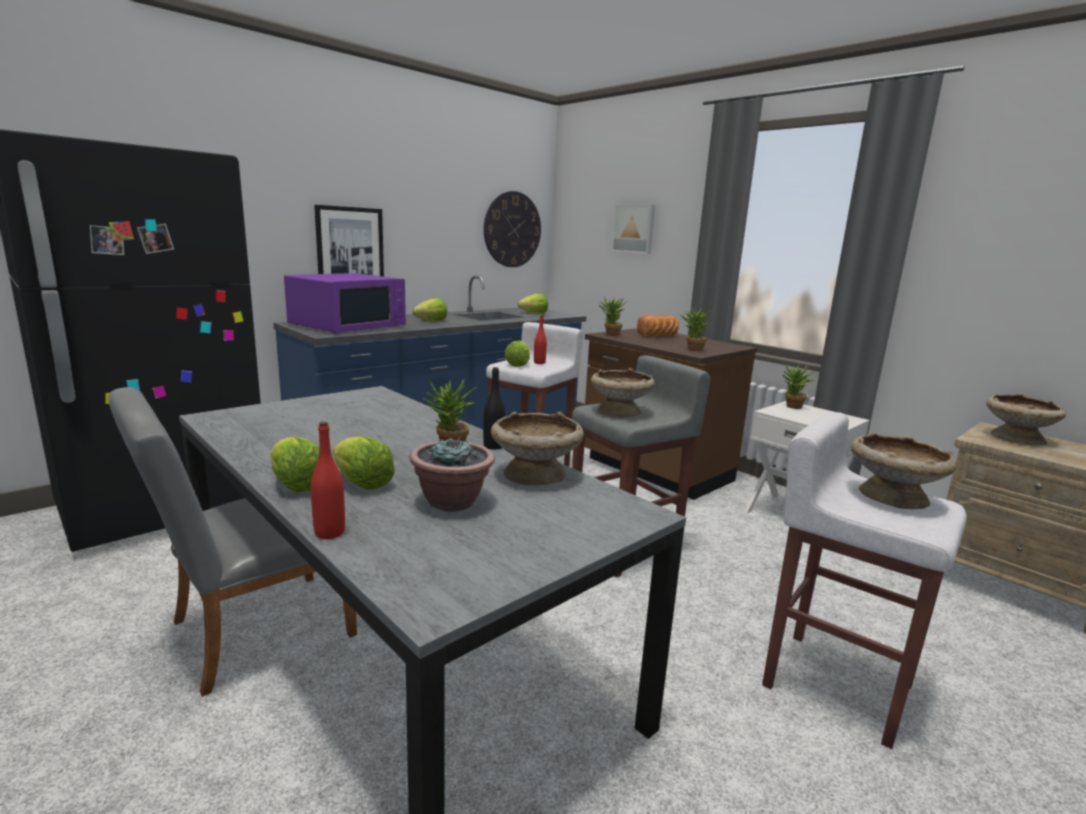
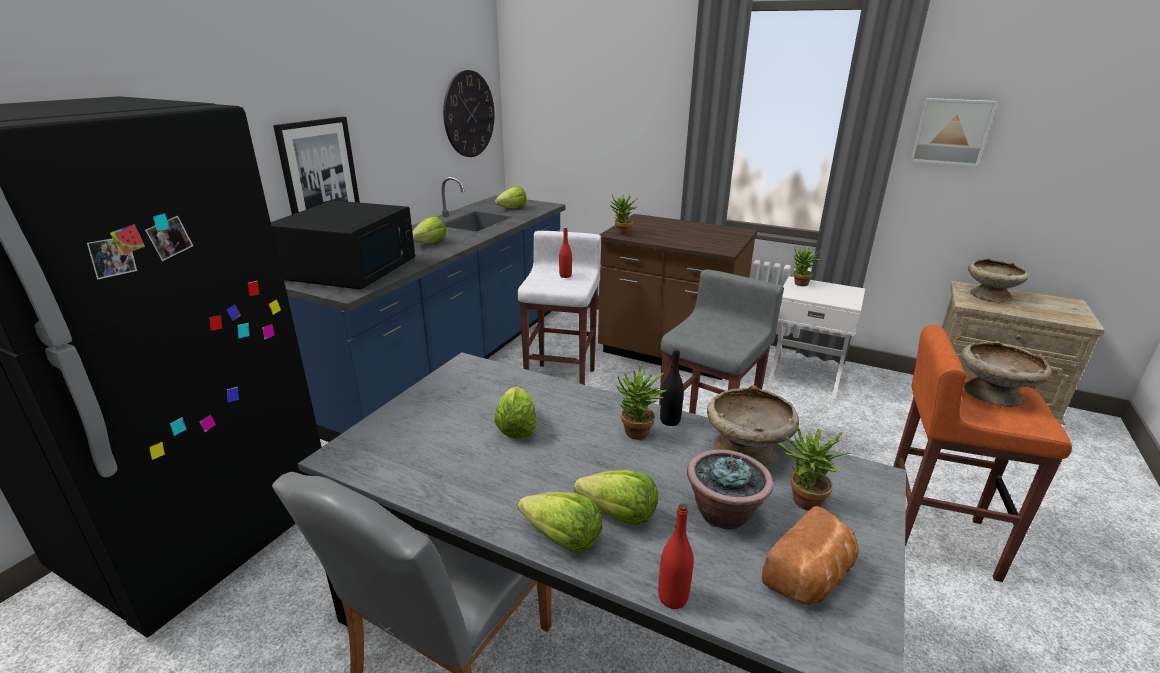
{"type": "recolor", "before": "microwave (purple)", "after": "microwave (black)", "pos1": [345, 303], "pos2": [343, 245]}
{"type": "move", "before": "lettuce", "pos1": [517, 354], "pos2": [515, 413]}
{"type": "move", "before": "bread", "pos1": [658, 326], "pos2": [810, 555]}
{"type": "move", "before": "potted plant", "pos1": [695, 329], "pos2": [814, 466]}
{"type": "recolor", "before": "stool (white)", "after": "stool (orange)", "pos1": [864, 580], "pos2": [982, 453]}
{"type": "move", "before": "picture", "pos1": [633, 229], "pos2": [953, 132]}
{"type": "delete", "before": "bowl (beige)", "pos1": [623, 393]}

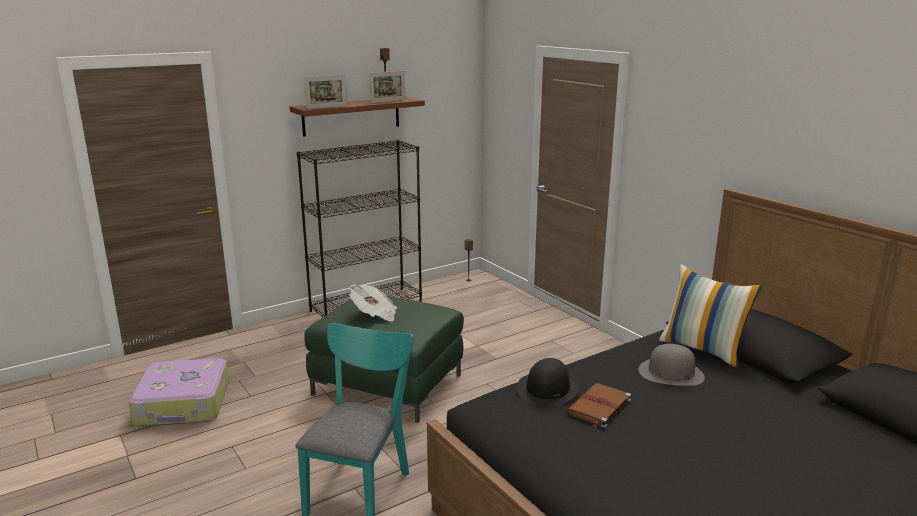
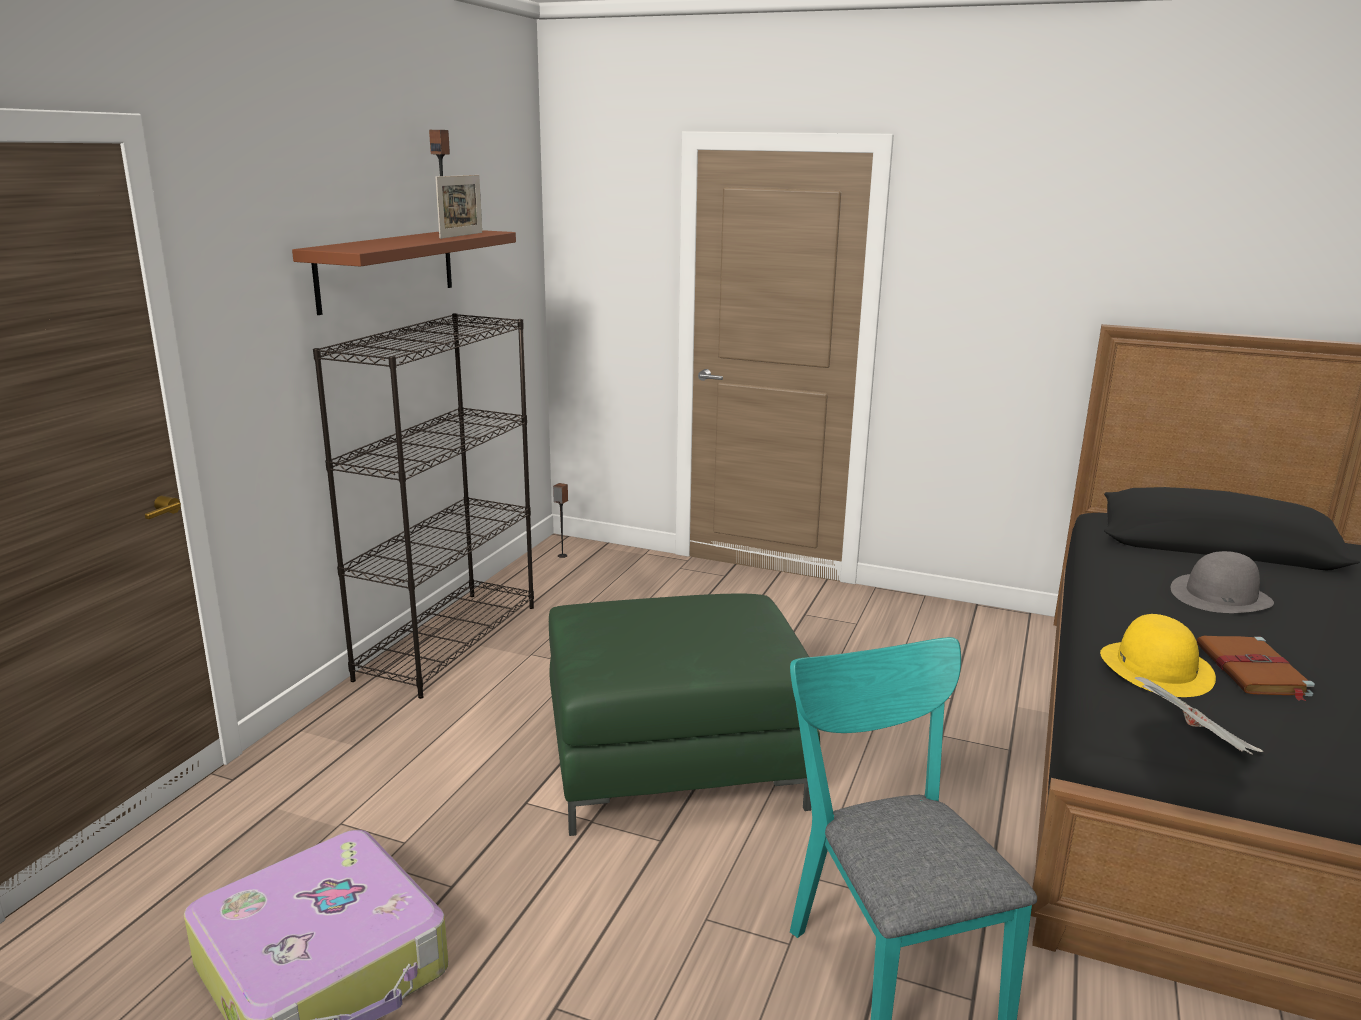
{"type": "recolor", "before": "hat (black)", "after": "hat (yellow)", "pos1": [548, 382], "pos2": [1158, 655]}
{"type": "move", "before": "newspaper", "pos1": [373, 303], "pos2": [1199, 716]}
{"type": "delete", "before": "picture frame", "pos1": [325, 92]}
{"type": "delete", "before": "pillow", "pos1": [710, 316]}

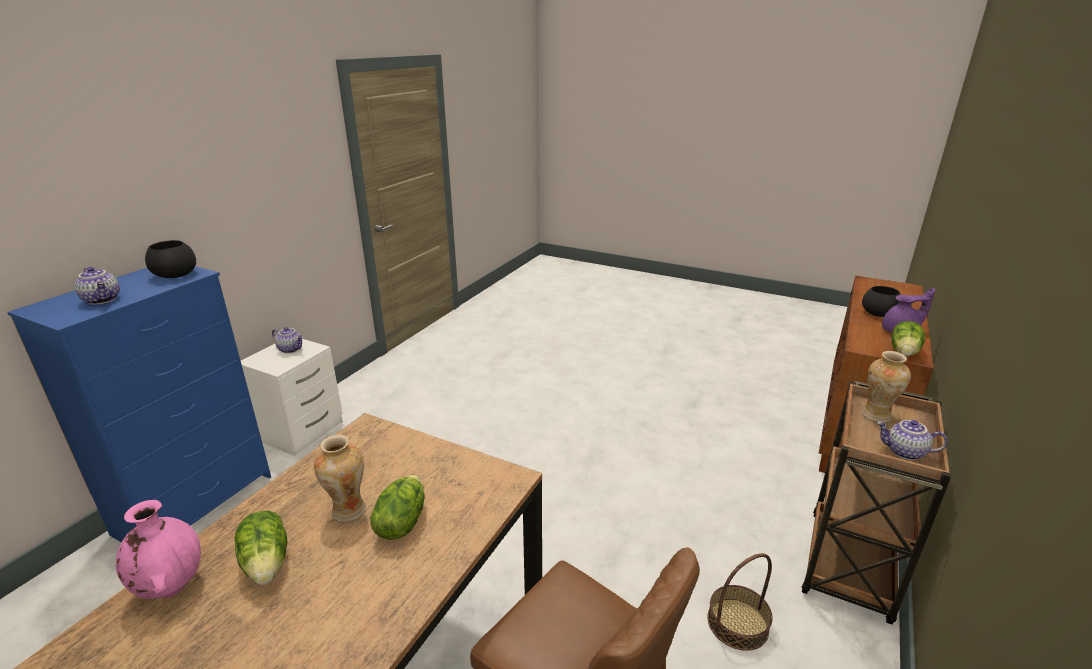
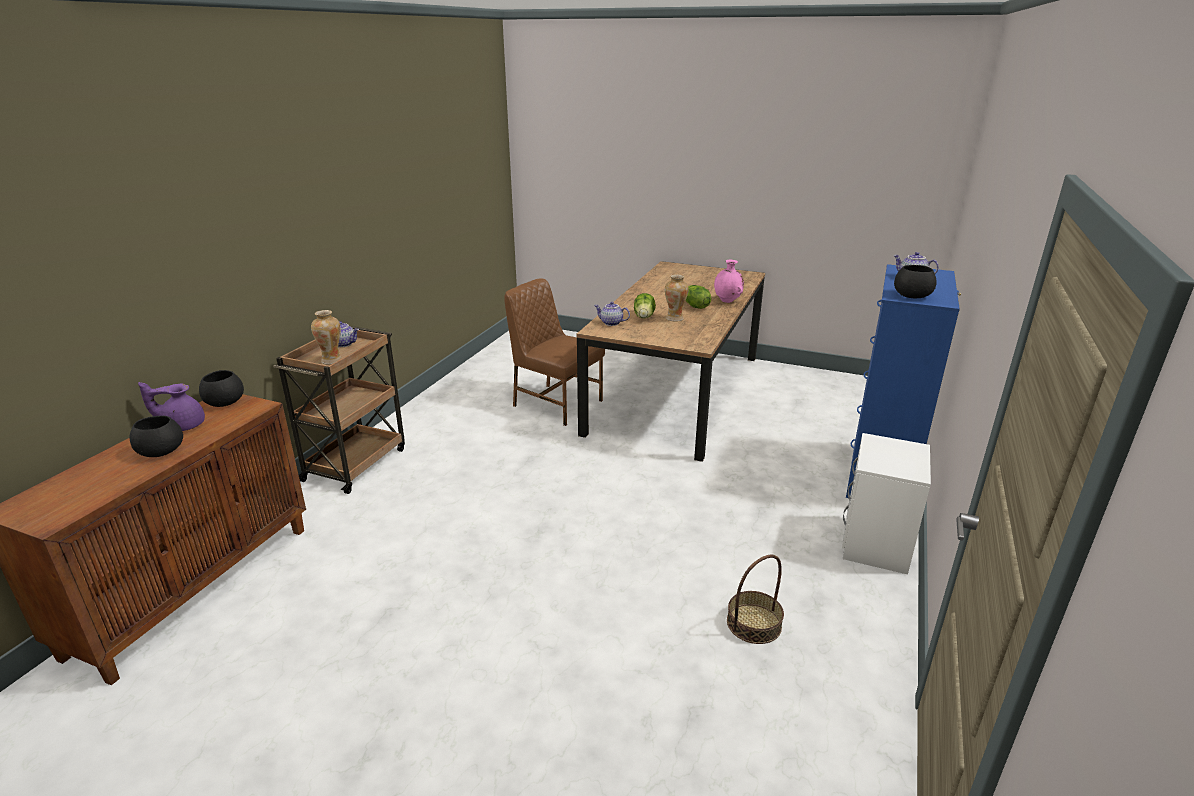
{"type": "replace", "before": "lettuce", "after": "bowl (black)", "pos1": [908, 338], "pos2": [221, 388]}
{"type": "move", "before": "teapot", "pos1": [287, 340], "pos2": [612, 314]}
{"type": "move", "before": "basket", "pos1": [739, 602], "pos2": [755, 599]}

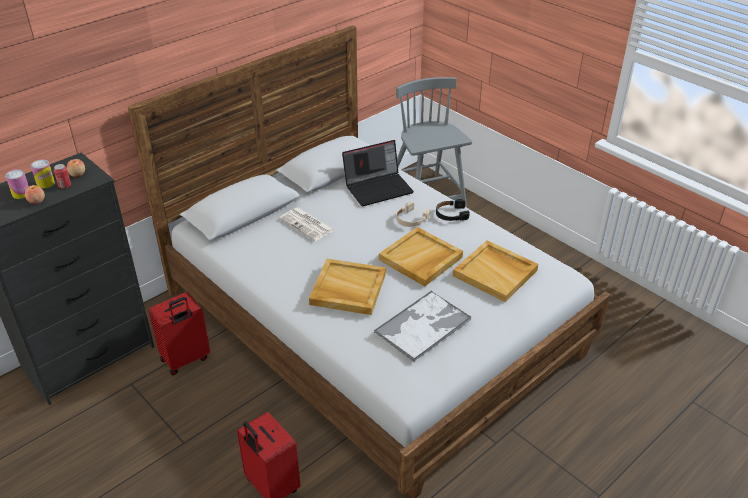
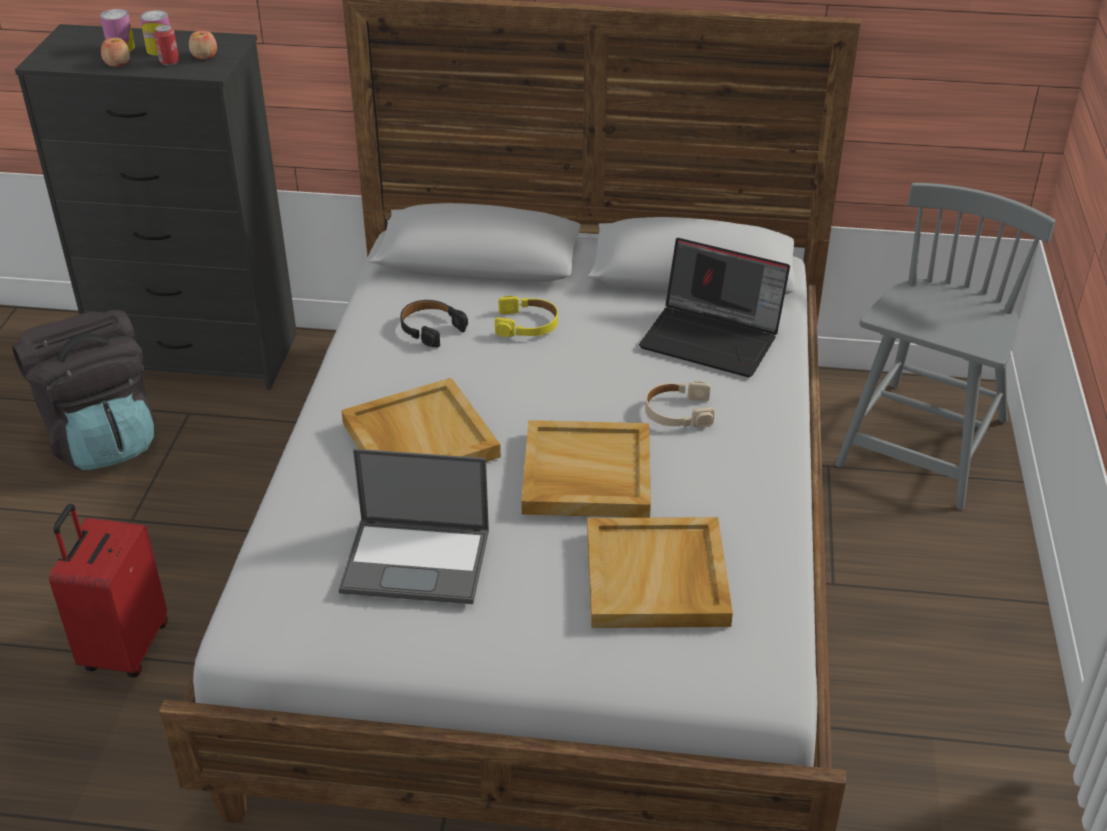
{"type": "insert", "after": "backpack (black)", "pos2": [84, 390]}
{"type": "replace", "before": "tray", "after": "laptop", "pos1": [423, 326], "pos2": [414, 526]}
{"type": "move", "before": "headphones (black)", "pos1": [452, 210], "pos2": [434, 324]}
{"type": "replace", "before": "newspaper", "after": "headphones (yellow)", "pos1": [307, 224], "pos2": [526, 316]}
{"type": "delete", "before": "suitcase (red)", "pos1": [179, 333]}

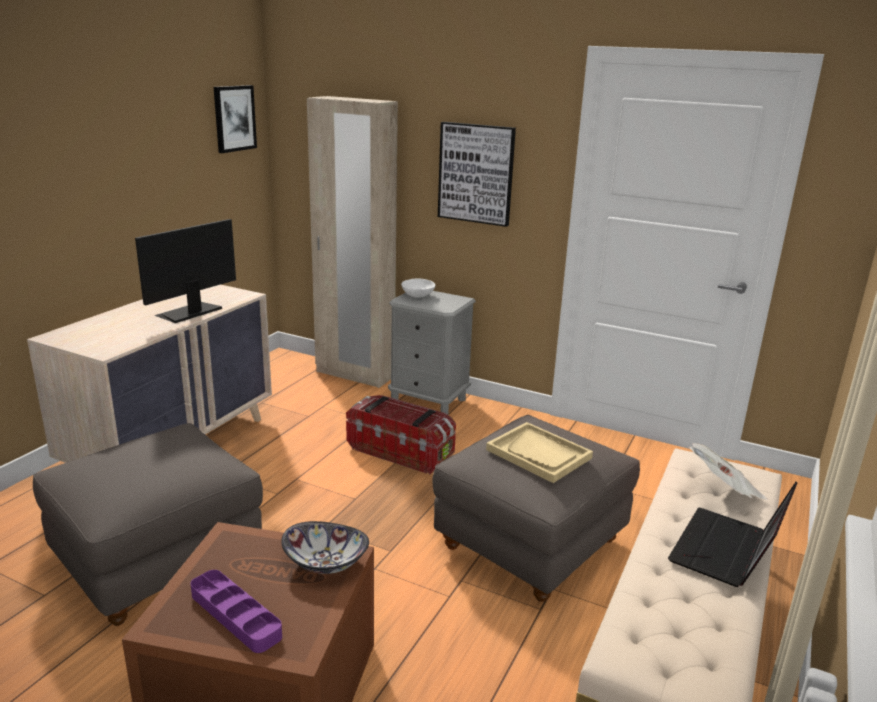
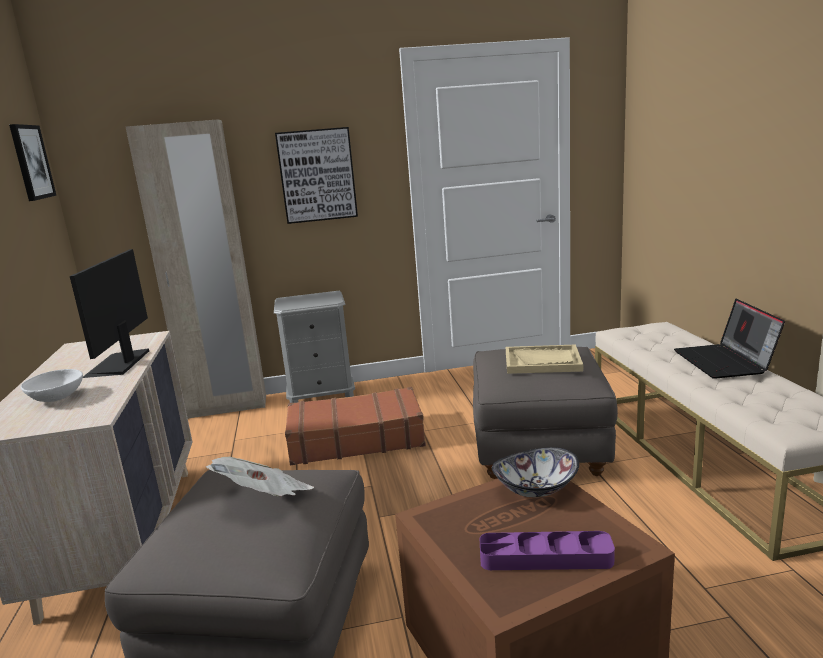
{"type": "move", "before": "bowl (white)", "pos1": [418, 288], "pos2": [52, 385]}
{"type": "move", "before": "newspaper", "pos1": [728, 471], "pos2": [260, 476]}
{"type": "replace", "before": "storage box", "after": "suitcase (brown)", "pos1": [401, 434], "pos2": [355, 426]}

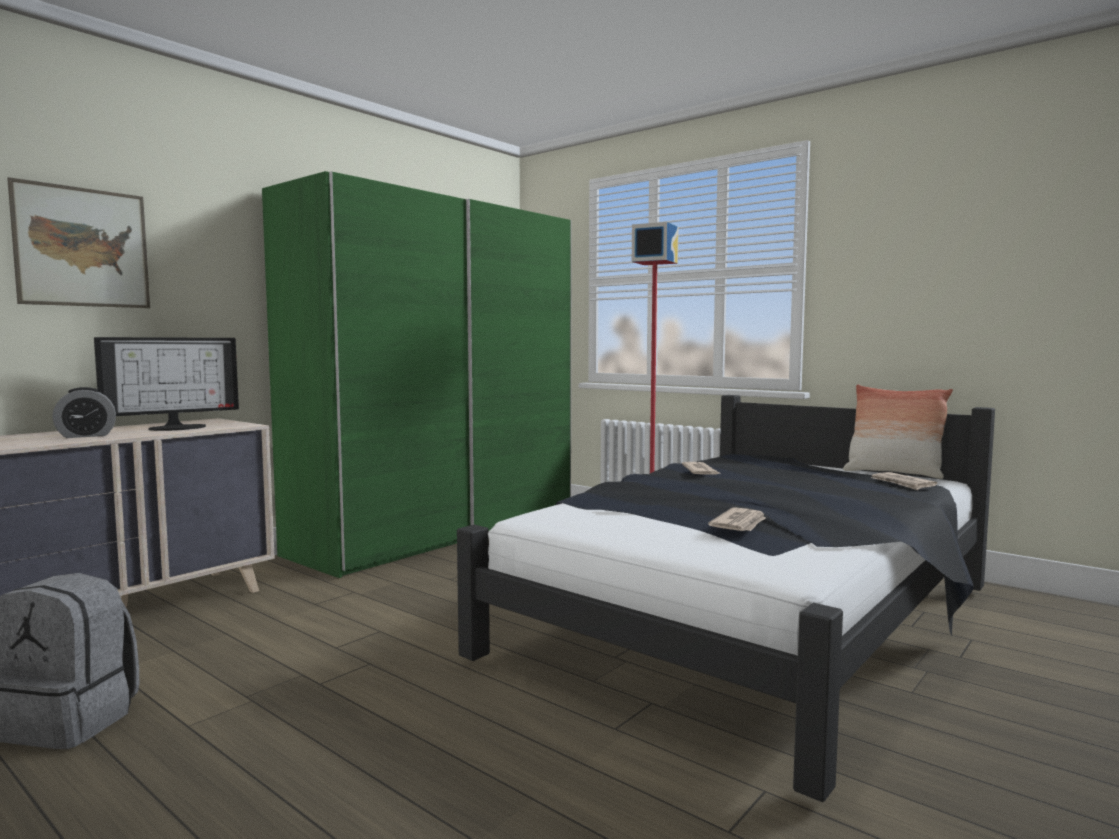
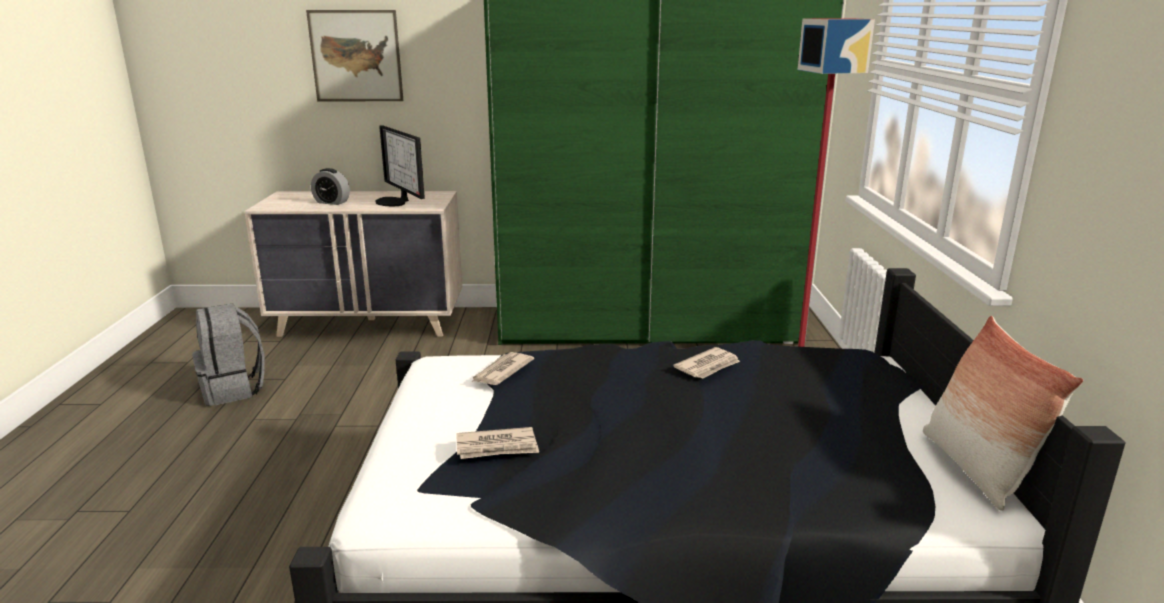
{"type": "rotate", "before": "monitor", "pos1": [166, 384], "pos2": [400, 165], "turn": 45}
{"type": "move", "before": "newspaper", "pos1": [904, 481], "pos2": [502, 368]}

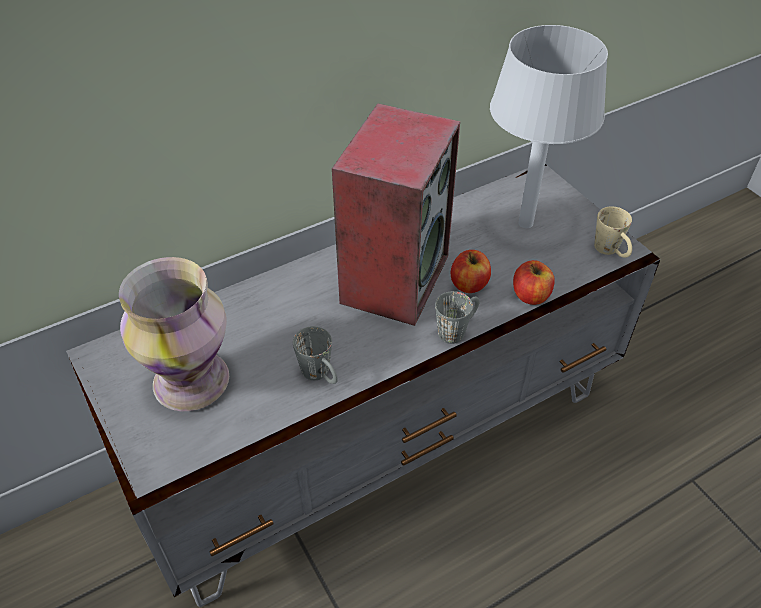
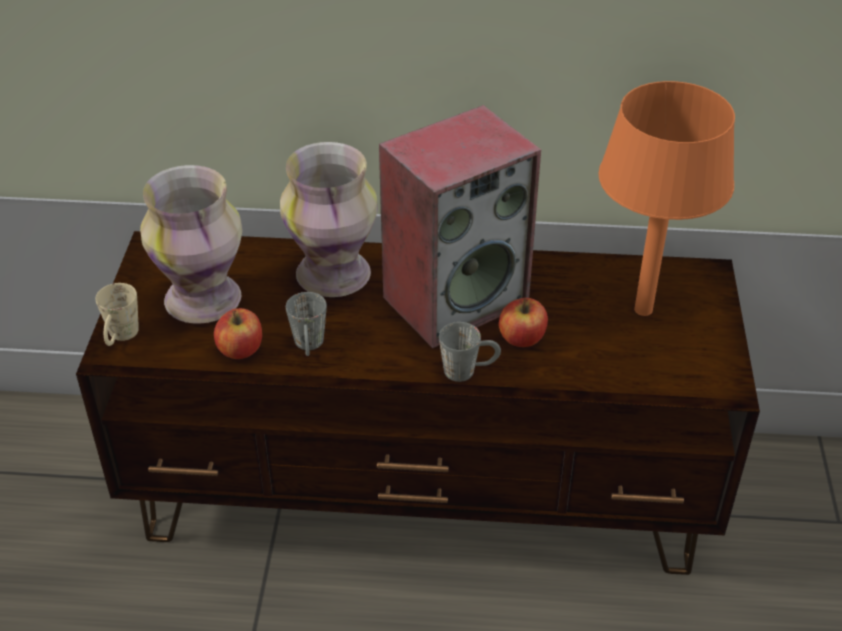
{"type": "recolor", "before": "tv stand (grey)", "after": "tv stand (brown)", "pos1": [363, 385], "pos2": [418, 403]}
{"type": "move", "before": "mug (beige)", "pos1": [613, 232], "pos2": [117, 314]}
{"type": "move", "before": "apple", "pos1": [534, 282], "pos2": [238, 333]}
{"type": "insert", "after": "vase", "pos2": [329, 219]}
{"type": "recolor", "before": "table lamp (grey)", "after": "table lamp (orange)", "pos1": [549, 126], "pos2": [666, 198]}

